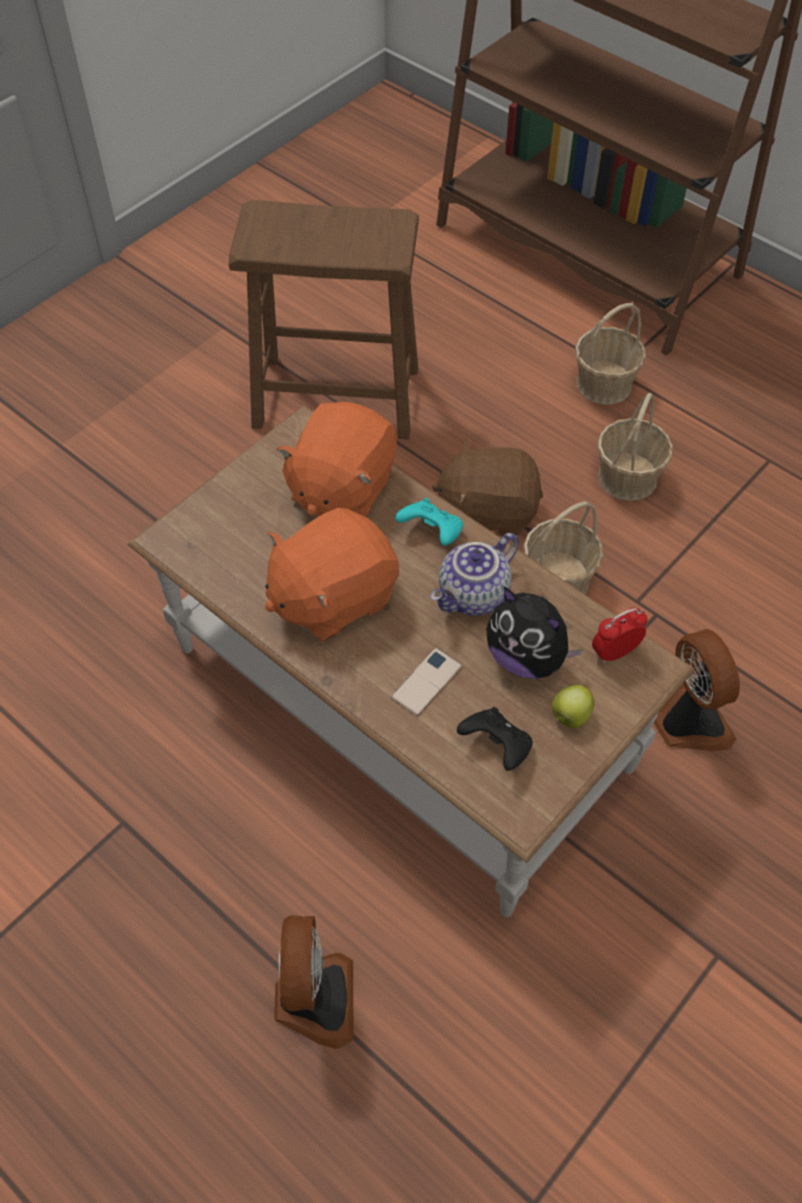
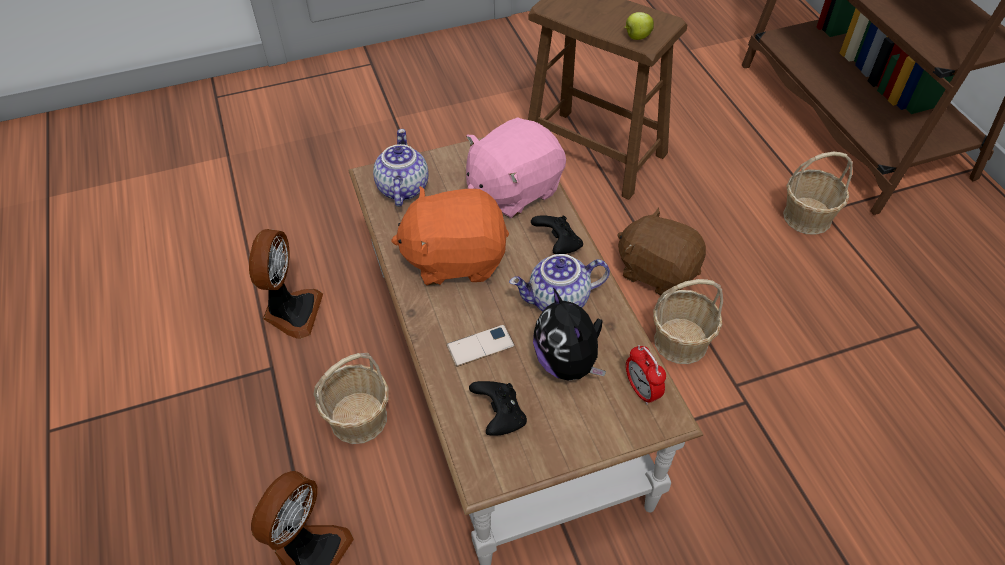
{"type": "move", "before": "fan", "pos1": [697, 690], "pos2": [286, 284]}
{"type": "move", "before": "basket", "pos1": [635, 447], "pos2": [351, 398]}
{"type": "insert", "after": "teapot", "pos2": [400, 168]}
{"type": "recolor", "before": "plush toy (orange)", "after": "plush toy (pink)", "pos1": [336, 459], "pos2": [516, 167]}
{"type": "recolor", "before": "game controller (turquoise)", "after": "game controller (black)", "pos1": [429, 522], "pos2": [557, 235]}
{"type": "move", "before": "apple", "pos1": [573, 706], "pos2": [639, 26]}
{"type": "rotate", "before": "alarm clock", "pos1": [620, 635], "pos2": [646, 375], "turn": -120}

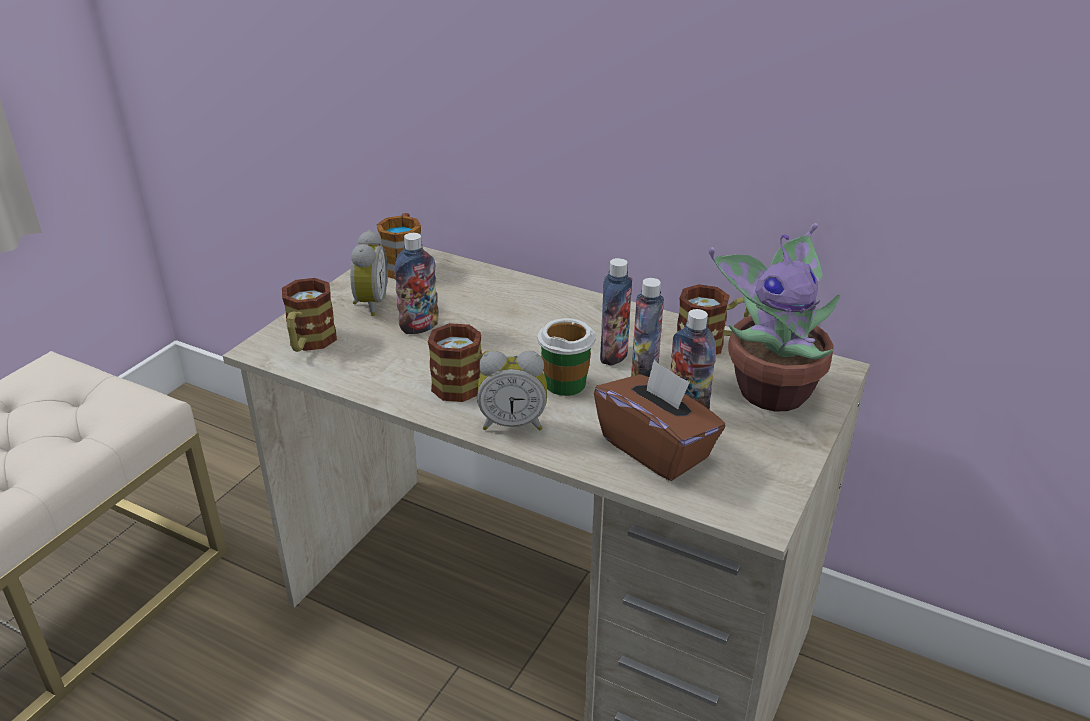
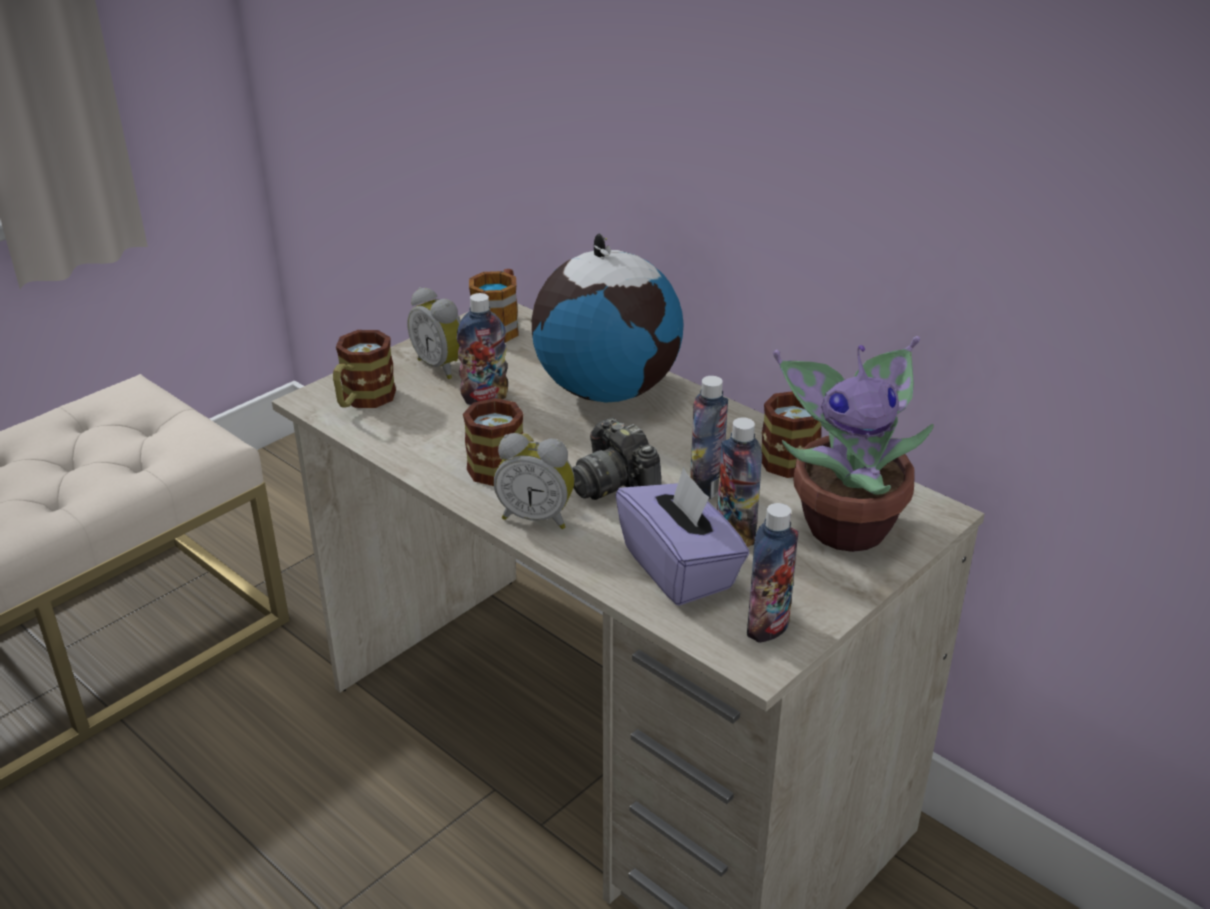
{"type": "rotate", "before": "alarm clock", "pos1": [369, 273], "pos2": [434, 333], "turn": 120}
{"type": "insert", "after": "globe", "pos2": [607, 318]}
{"type": "replace", "before": "cup", "after": "photo camera", "pos1": [566, 357], "pos2": [616, 459]}
{"type": "recolor", "before": "tissue box (brown)", "after": "tissue box (purple)", "pos1": [660, 420], "pos2": [682, 536]}
{"type": "move", "before": "bottle", "pos1": [616, 312], "pos2": [773, 573]}

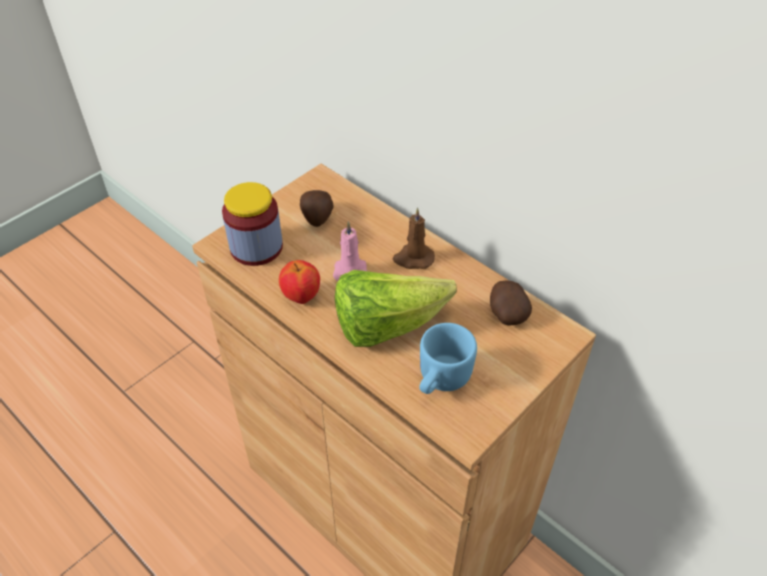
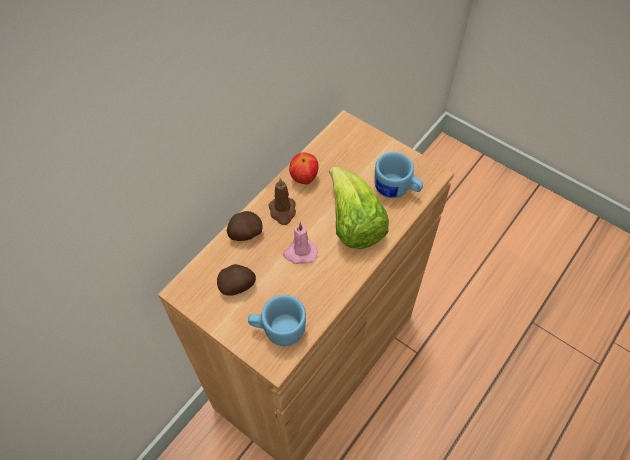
{"type": "move", "before": "potato", "pos1": [511, 303], "pos2": [245, 226]}
{"type": "replace", "before": "jar", "after": "mug (blue)", "pos1": [252, 224], "pos2": [277, 320]}
{"type": "move", "before": "apple", "pos1": [299, 282], "pos2": [304, 168]}

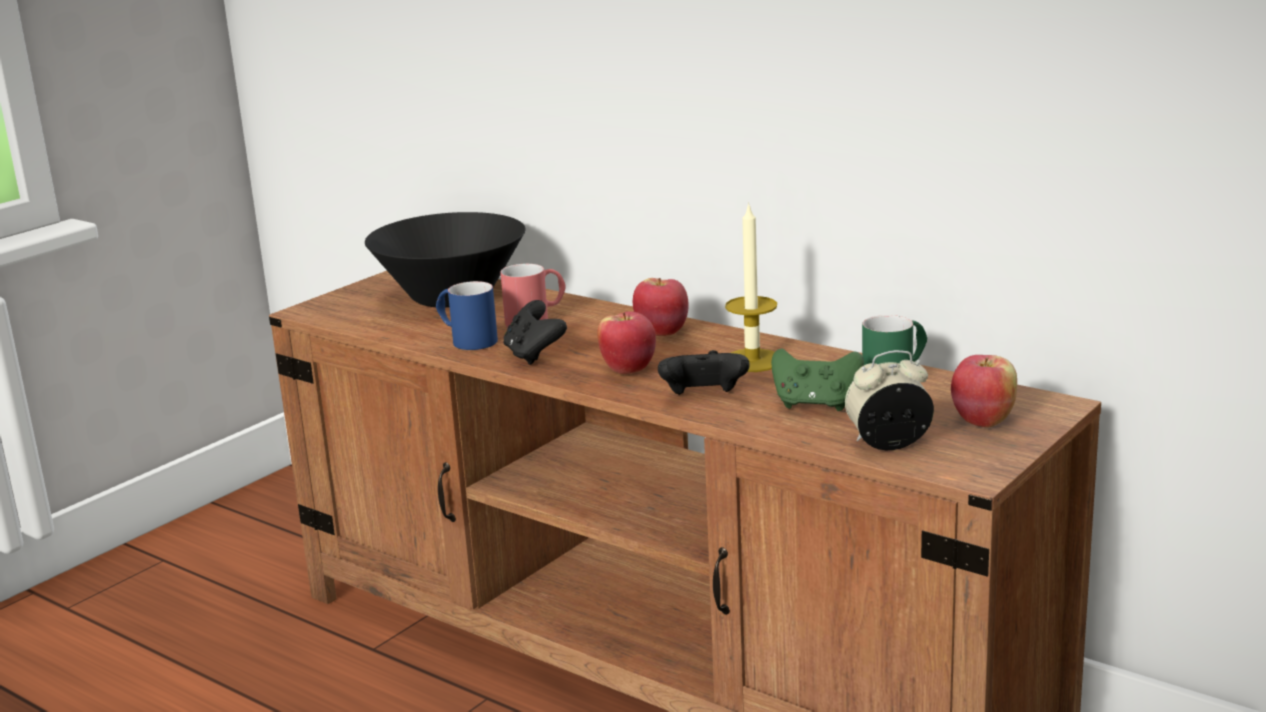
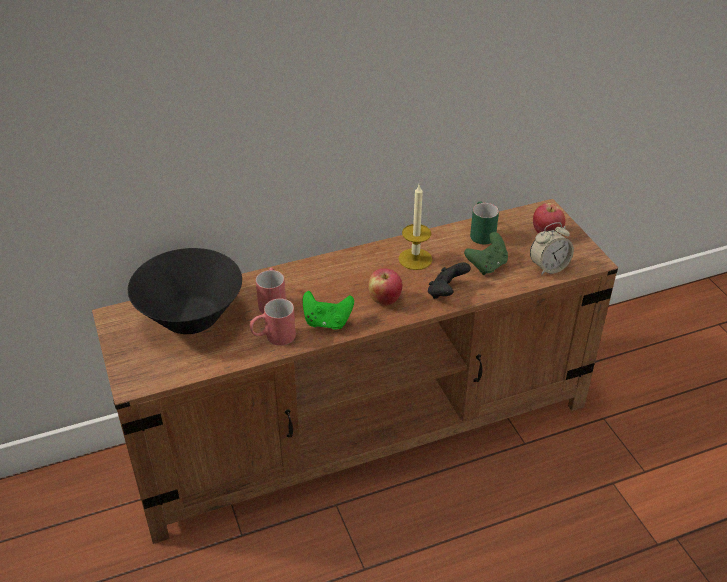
{"type": "recolor", "before": "mug (blue)", "after": "mug (red)", "pos1": [467, 315], "pos2": [273, 322]}
{"type": "recolor", "before": "game controller (black)", "after": "game controller (green)", "pos1": [535, 332], "pos2": [328, 310]}
{"type": "rotate", "before": "alarm clock", "pos1": [889, 400], "pos2": [552, 248], "turn": -135}
{"type": "delete", "before": "apple", "pos1": [661, 307]}

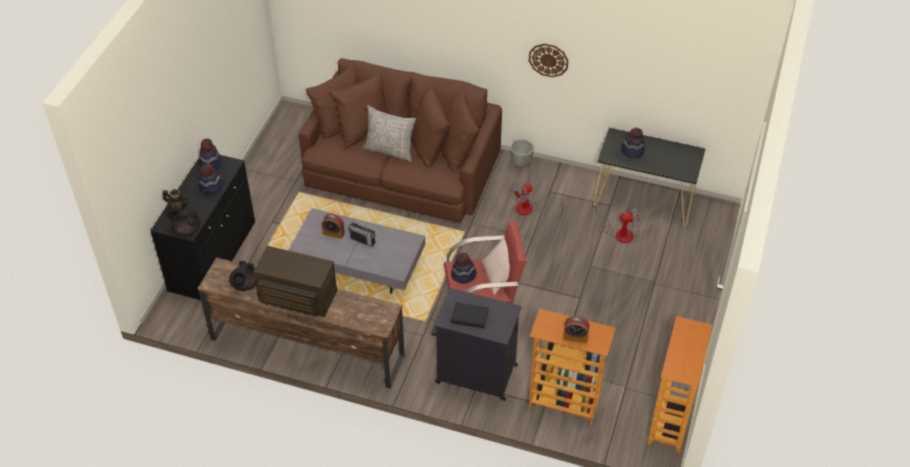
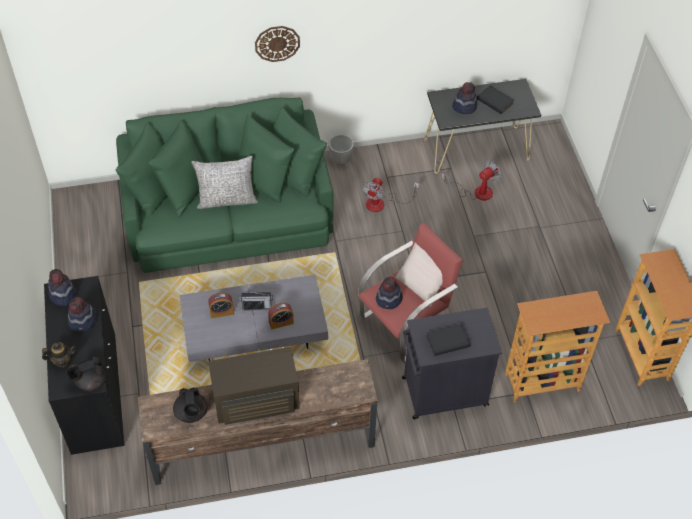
{"type": "recolor", "before": "sofa (brown)", "after": "sofa (green)", "pos1": [400, 140], "pos2": [224, 185]}
{"type": "move", "before": "wall clock", "pos1": [548, 60], "pos2": [277, 44]}
{"type": "move", "before": "alarm clock", "pos1": [576, 329], "pos2": [281, 316]}
{"type": "insert", "after": "book (black)", "pos2": [495, 99]}

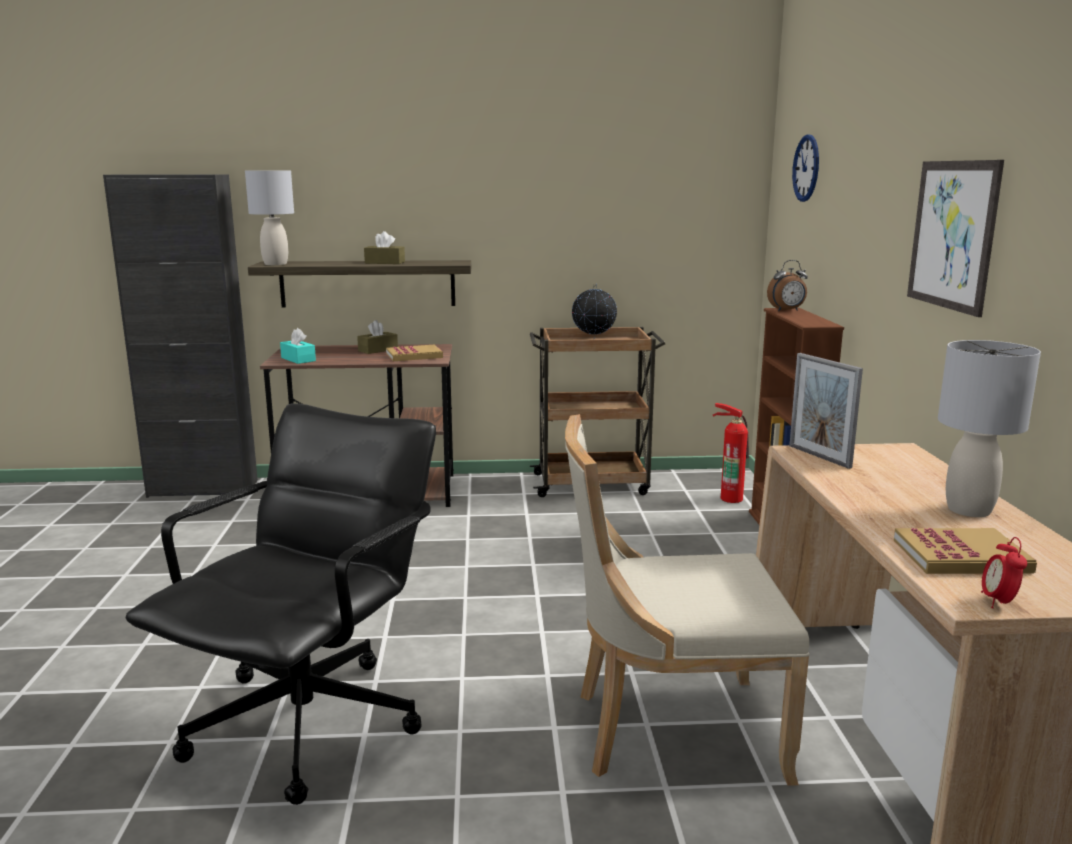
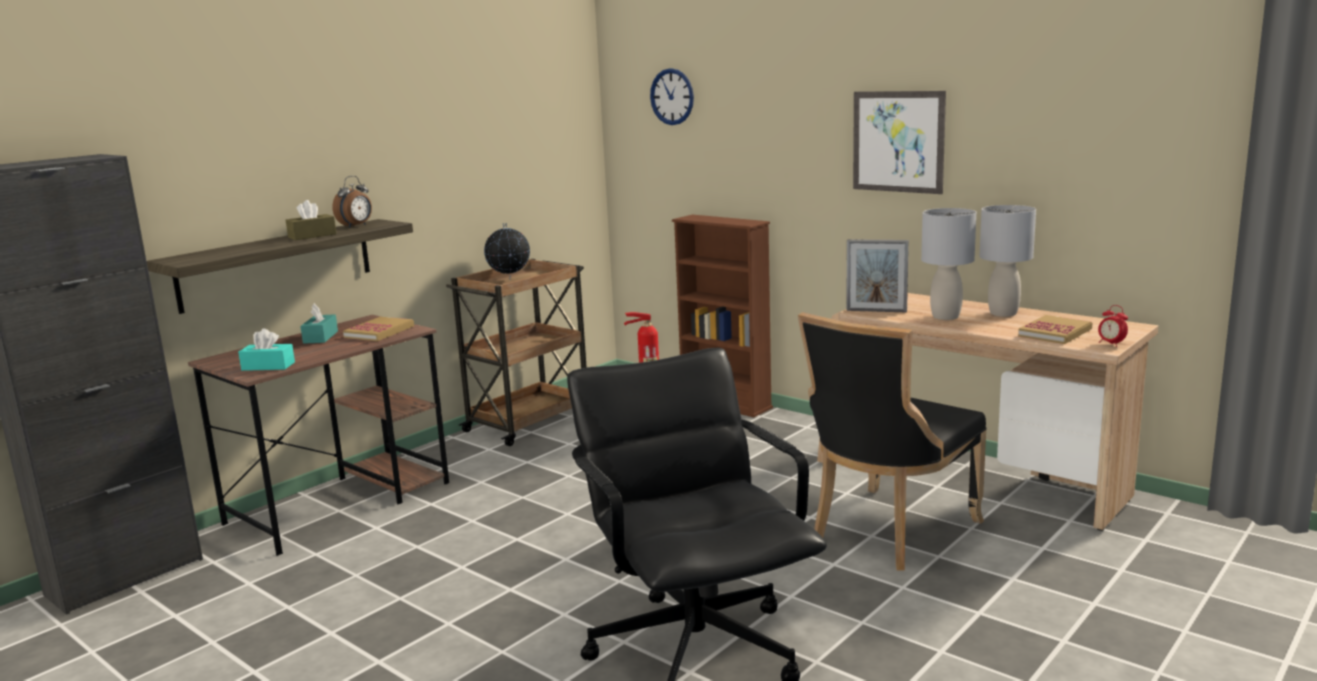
{"type": "recolor", "before": "tissue box (brown)", "after": "tissue box (turquoise)", "pos1": [377, 337], "pos2": [319, 323]}
{"type": "move", "before": "alarm clock", "pos1": [787, 285], "pos2": [352, 202]}
{"type": "recolor", "before": "chair (beige)", "after": "chair (black)", "pos1": [687, 600], "pos2": [892, 441]}
{"type": "move", "before": "table lamp (grey)", "pos1": [269, 218], "pos2": [948, 264]}

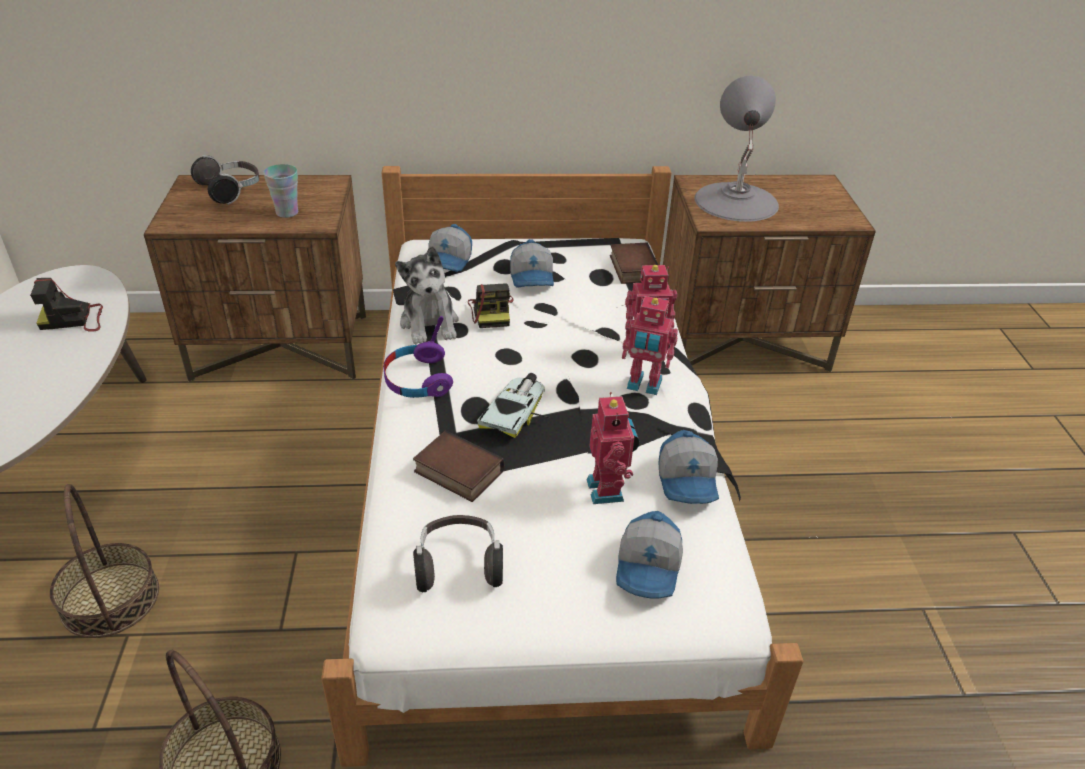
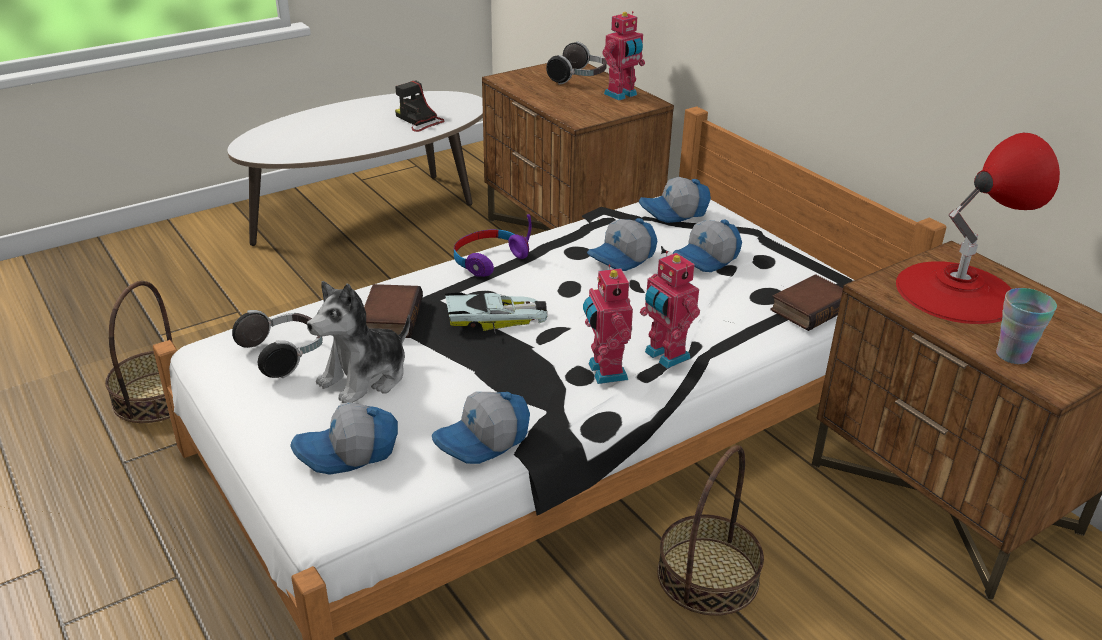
{"type": "move", "before": "plush toy", "pos1": [427, 295], "pos2": [358, 342]}
{"type": "replace", "before": "photo camera", "after": "cap", "pos1": [490, 305], "pos2": [622, 244]}
{"type": "move", "before": "toy robot", "pos1": [613, 448], "pos2": [624, 56]}
{"type": "move", "before": "basket", "pos1": [104, 561], "pos2": [710, 530]}
{"type": "recolor", "before": "table lamp (grey)", "after": "table lamp (red)", "pos1": [736, 149], "pos2": [978, 228]}
{"type": "move", "before": "cup", "pos1": [280, 191], "pos2": [1026, 326]}

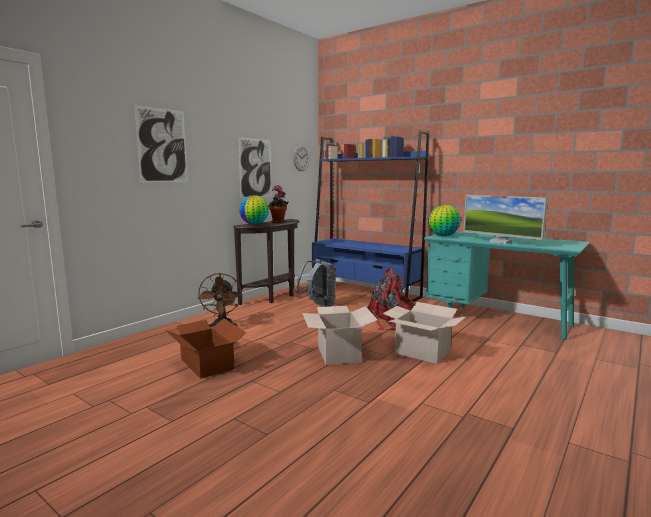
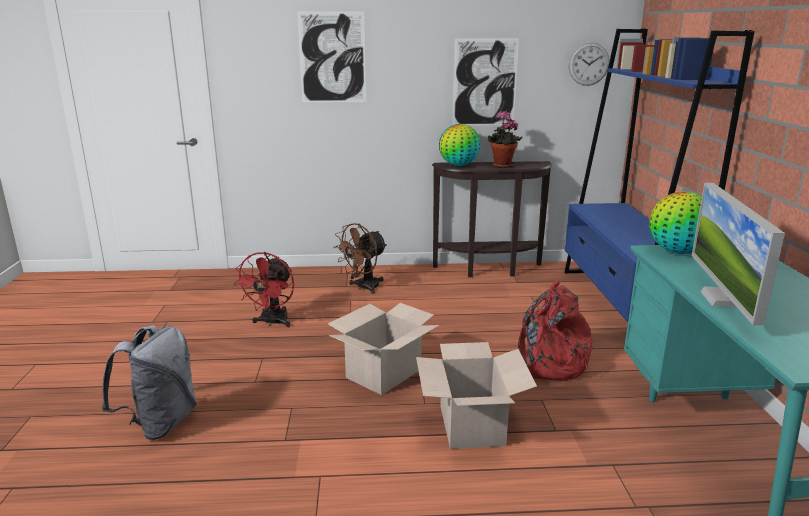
{"type": "move", "before": "backpack (grey)", "pos1": [316, 283], "pos2": [149, 382]}
{"type": "replace", "before": "cardboard box", "after": "fan (red)", "pos1": [206, 348], "pos2": [264, 289]}

